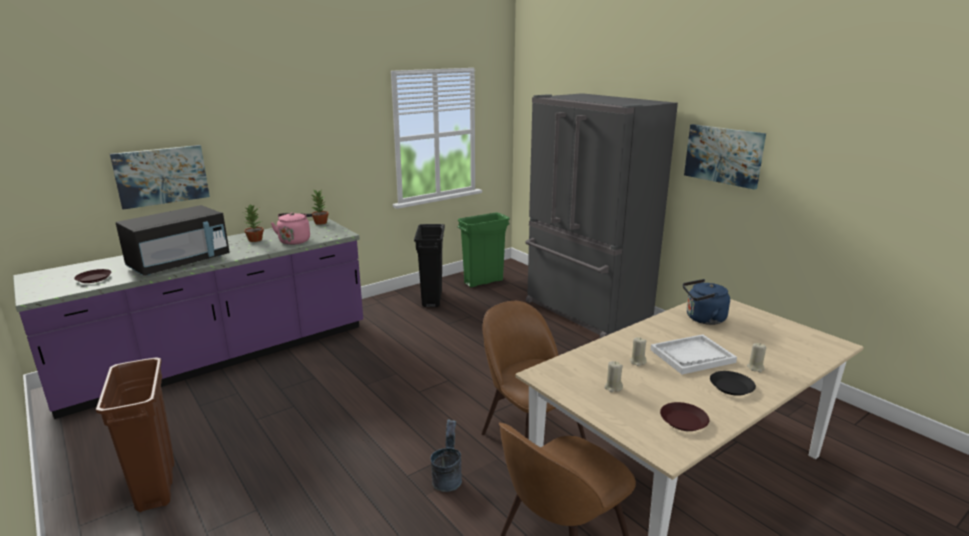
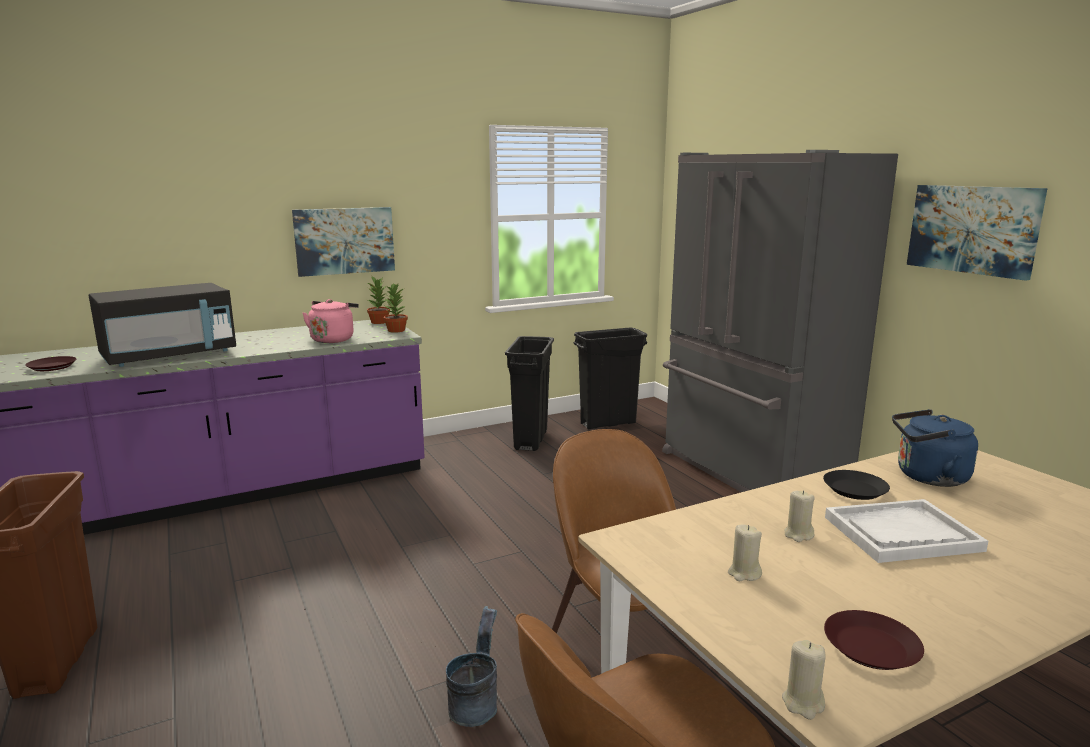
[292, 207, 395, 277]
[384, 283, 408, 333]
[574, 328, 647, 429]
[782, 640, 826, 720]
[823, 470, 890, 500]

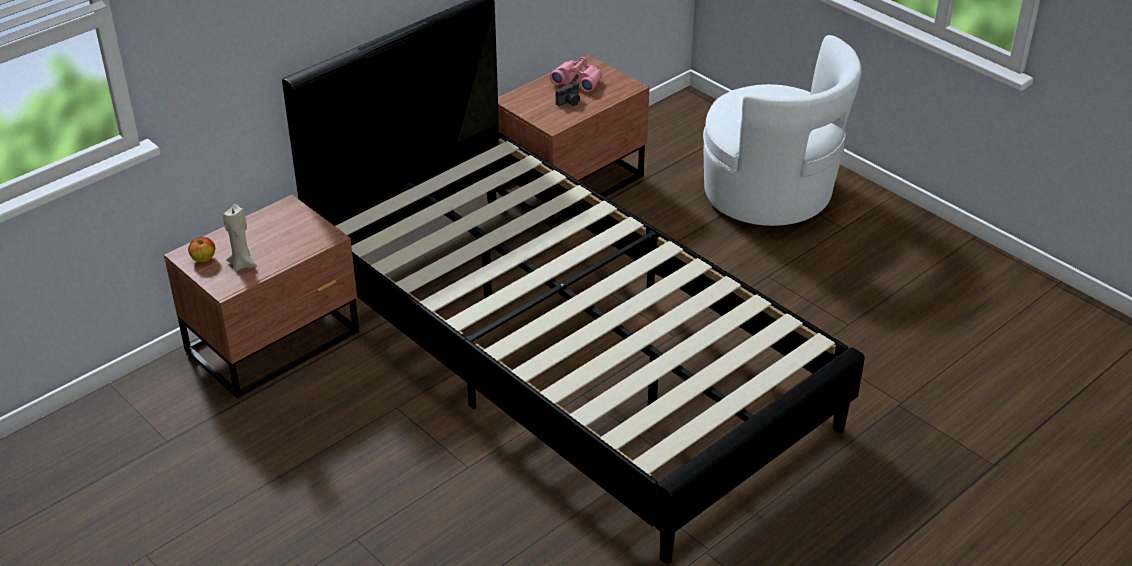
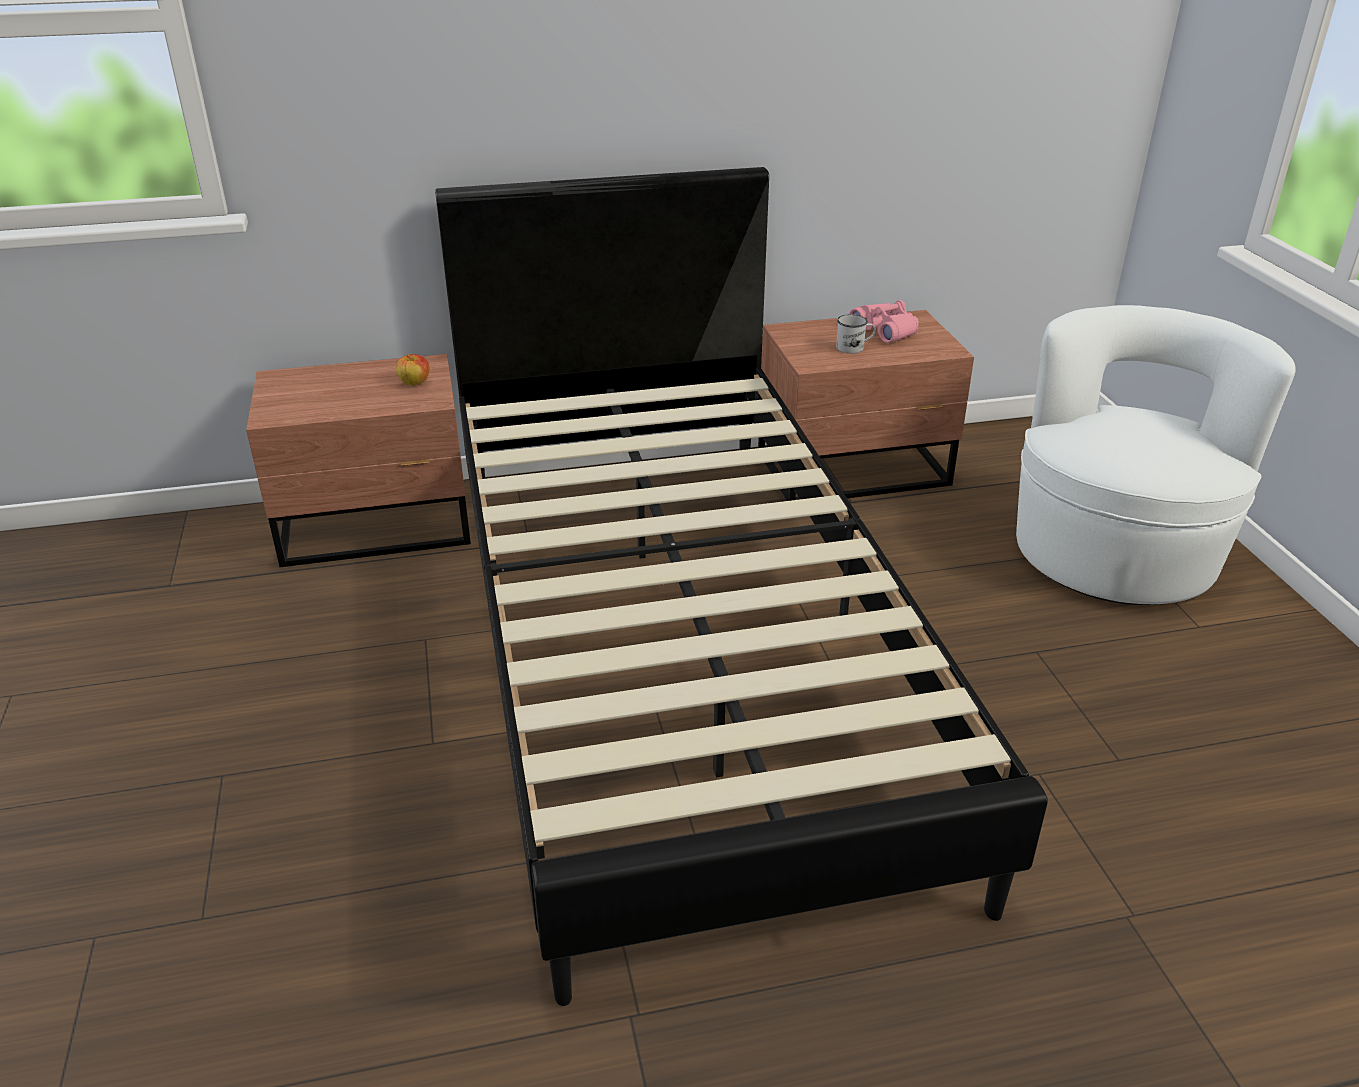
[396, 354, 429, 386]
[836, 314, 876, 354]
[1016, 305, 1295, 605]
[223, 204, 257, 271] (first image)

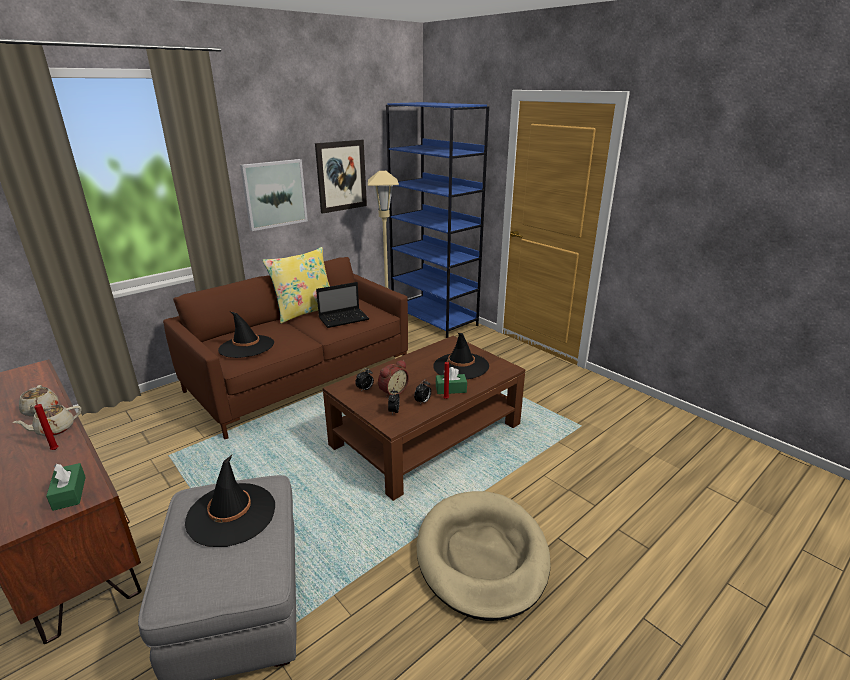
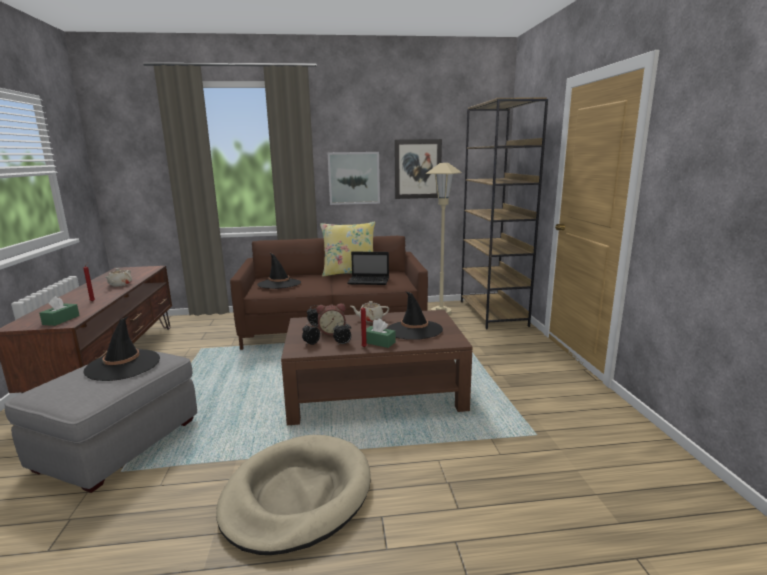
[351, 301, 389, 322]
[461, 98, 548, 329]

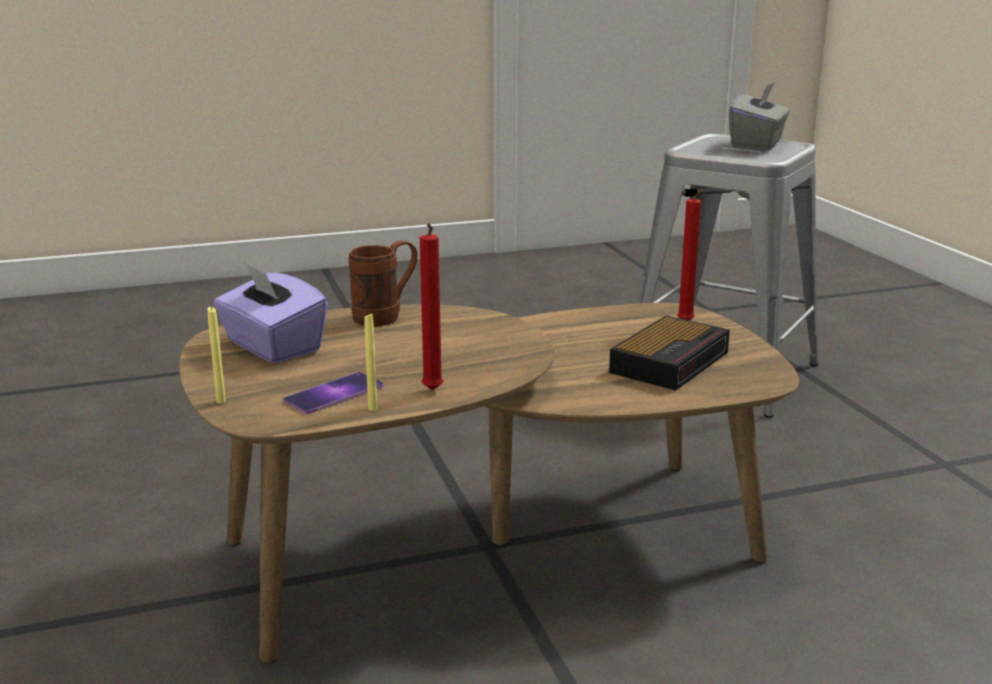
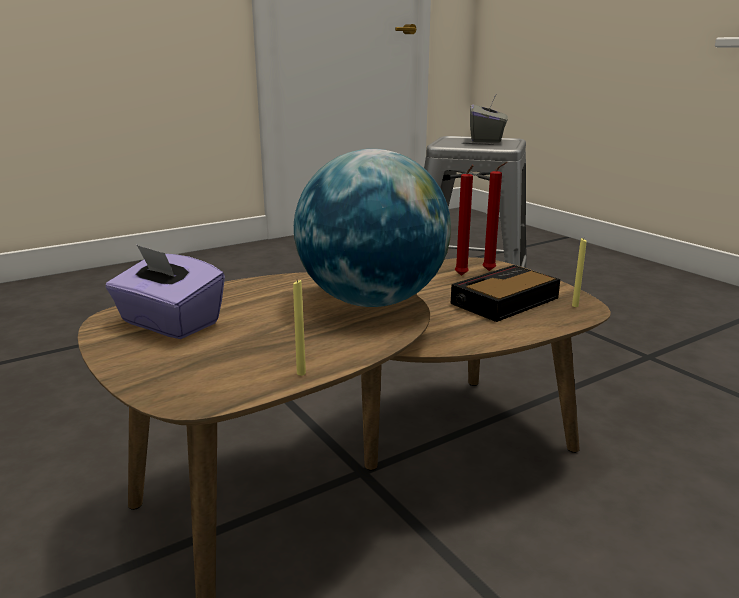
[294, 149, 451, 307]
[451, 265, 560, 322]
[455, 165, 474, 276]
[572, 238, 586, 307]
[283, 372, 384, 414] (first image)
[349, 240, 418, 326] (first image)

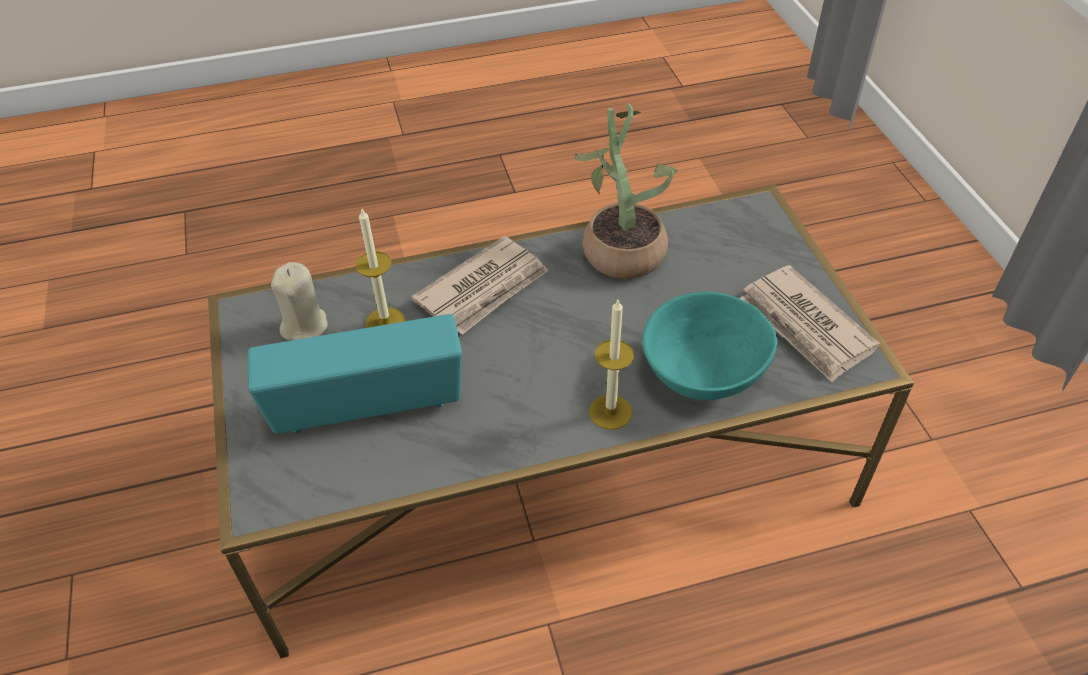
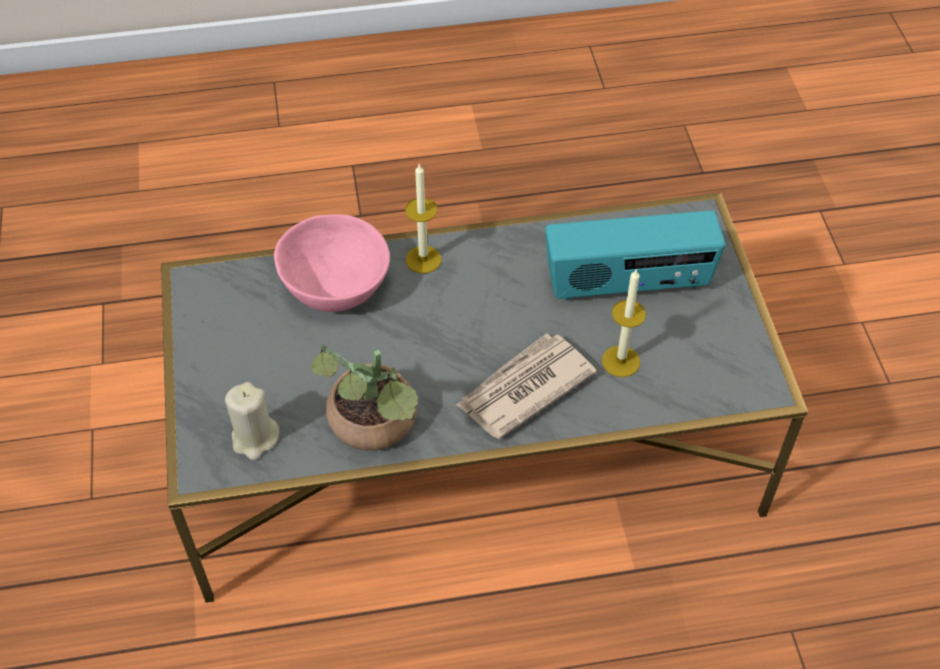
[225, 382, 279, 460]
[274, 214, 390, 312]
[739, 265, 880, 382] (first image)

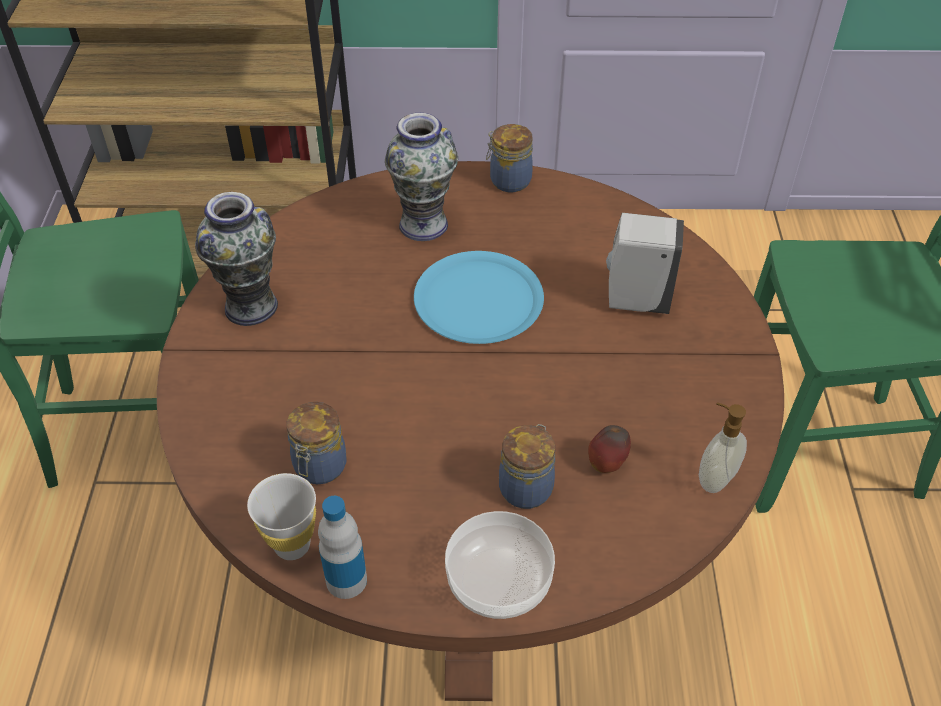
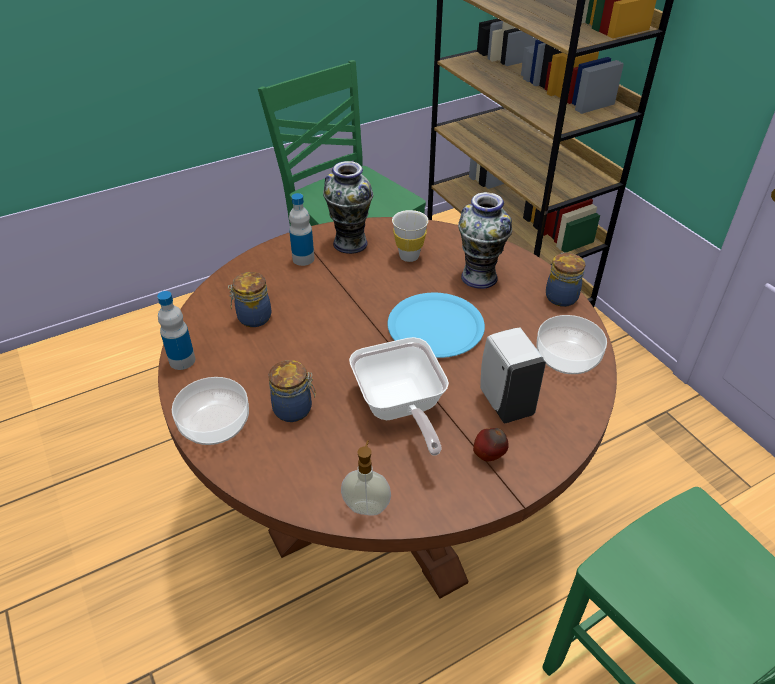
[289, 193, 314, 266]
[349, 337, 449, 456]
[392, 210, 429, 262]
[473, 428, 509, 461]
[537, 315, 607, 374]

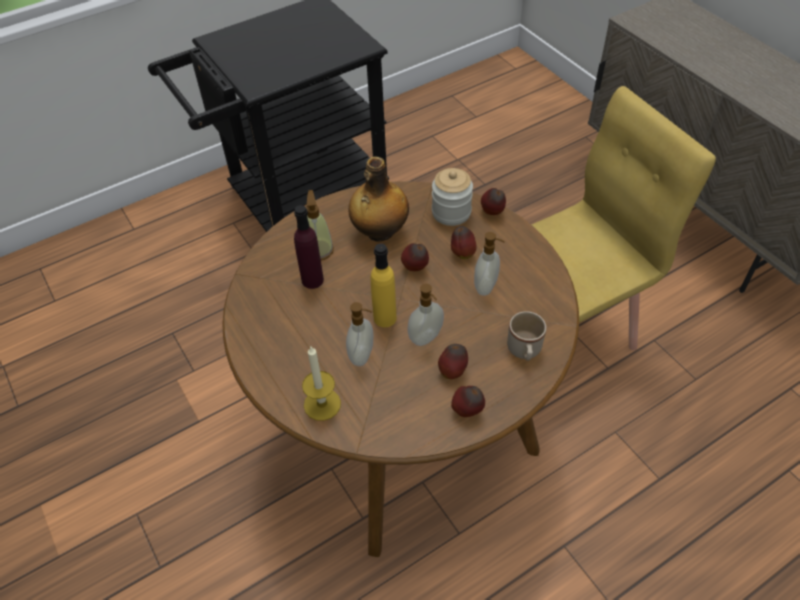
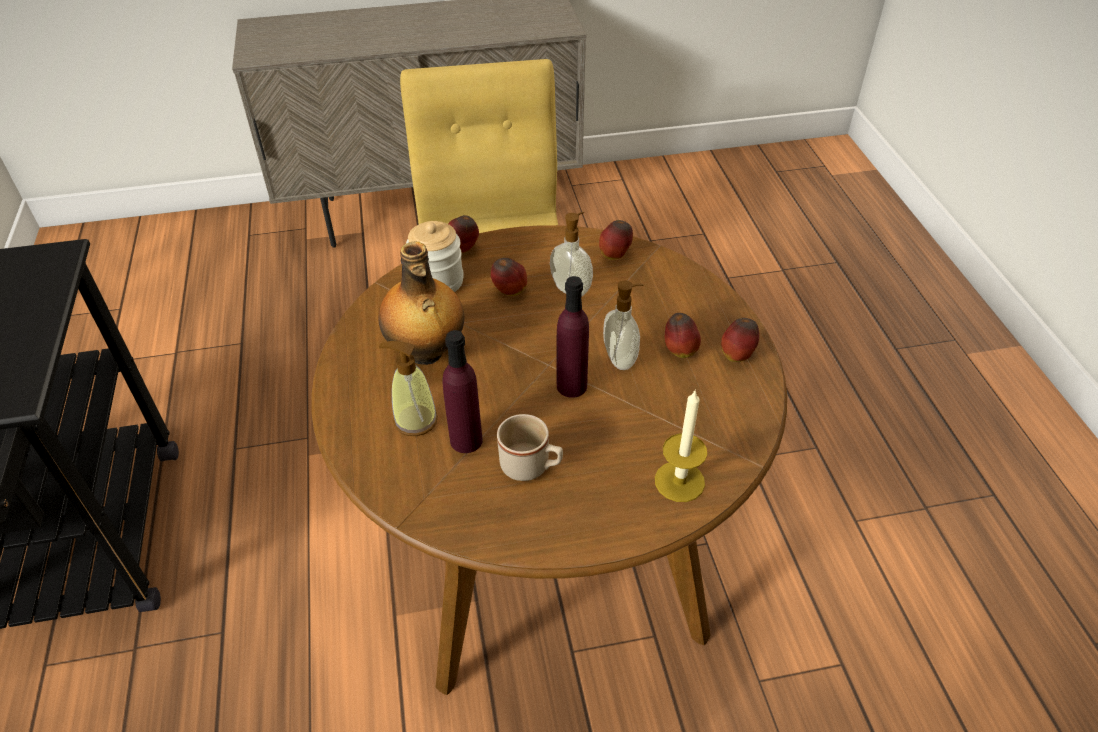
[497, 414, 563, 481]
[556, 276, 589, 398]
[599, 220, 633, 260]
[346, 302, 373, 366] (first image)

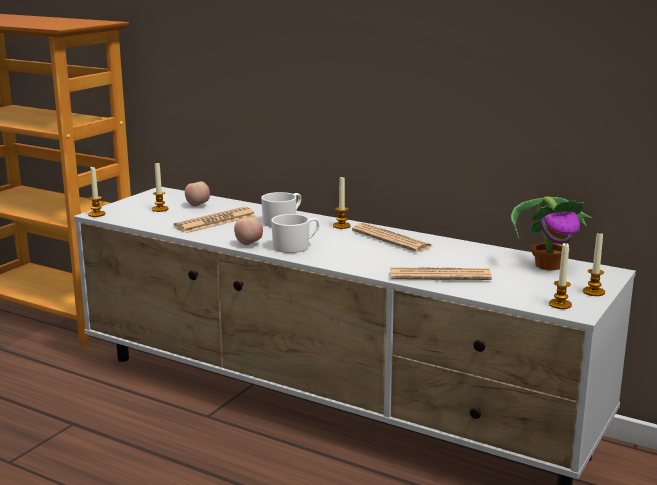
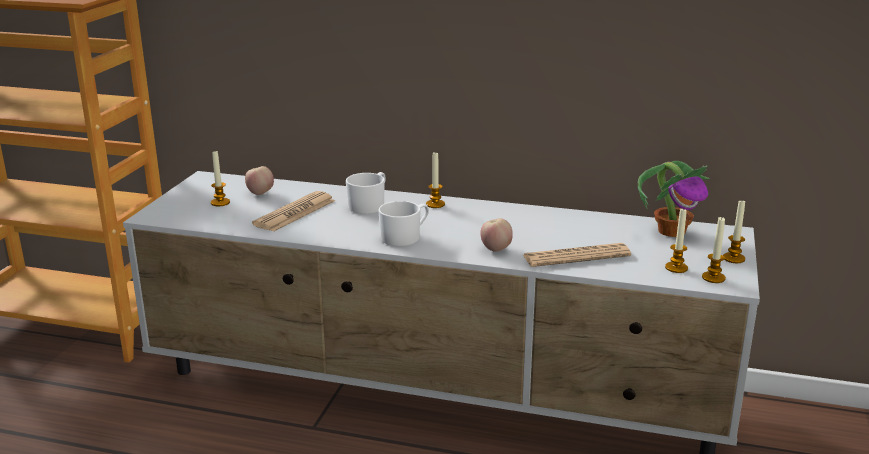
[480, 218, 513, 252]
[665, 207, 688, 273]
[352, 223, 433, 252] (first image)

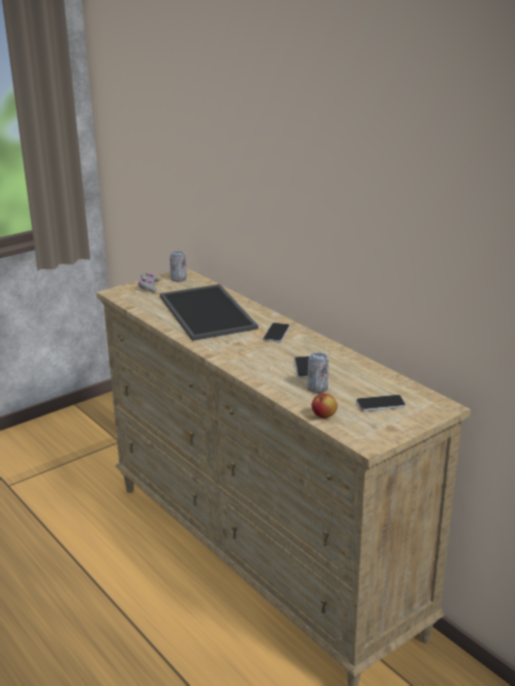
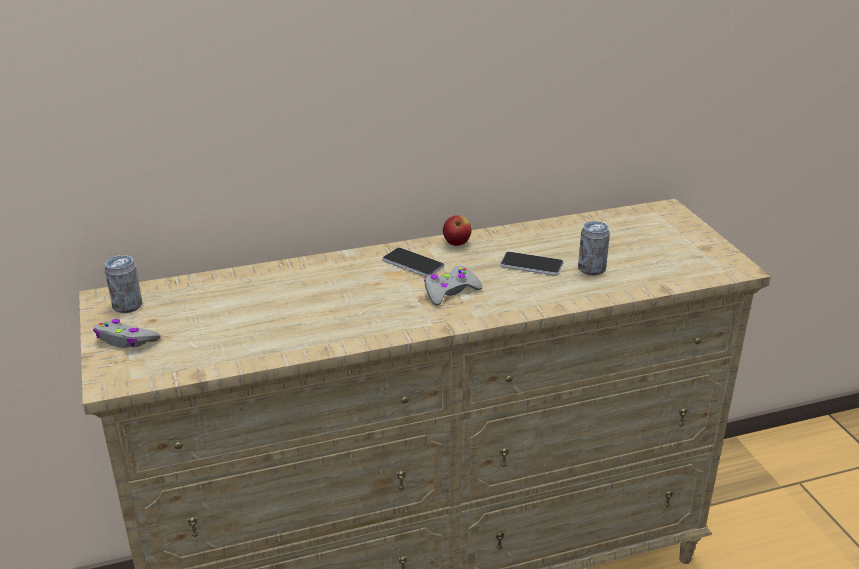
[424, 265, 482, 306]
[443, 215, 472, 246]
[160, 284, 258, 341] (first image)
[356, 395, 406, 411] (first image)

